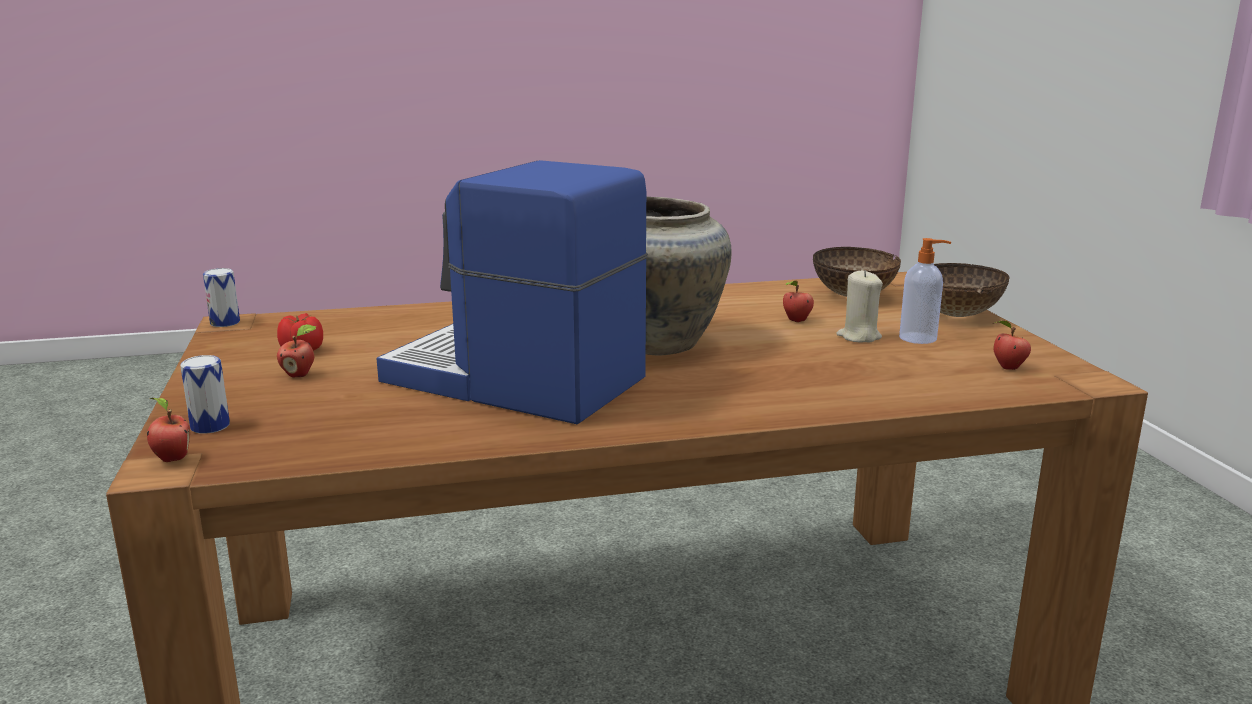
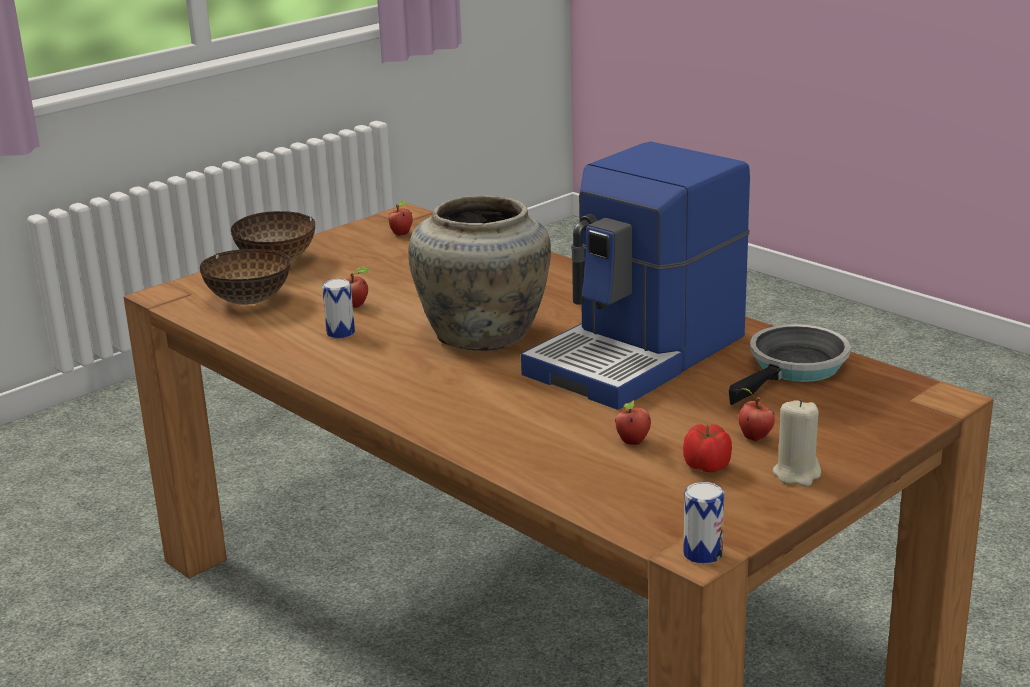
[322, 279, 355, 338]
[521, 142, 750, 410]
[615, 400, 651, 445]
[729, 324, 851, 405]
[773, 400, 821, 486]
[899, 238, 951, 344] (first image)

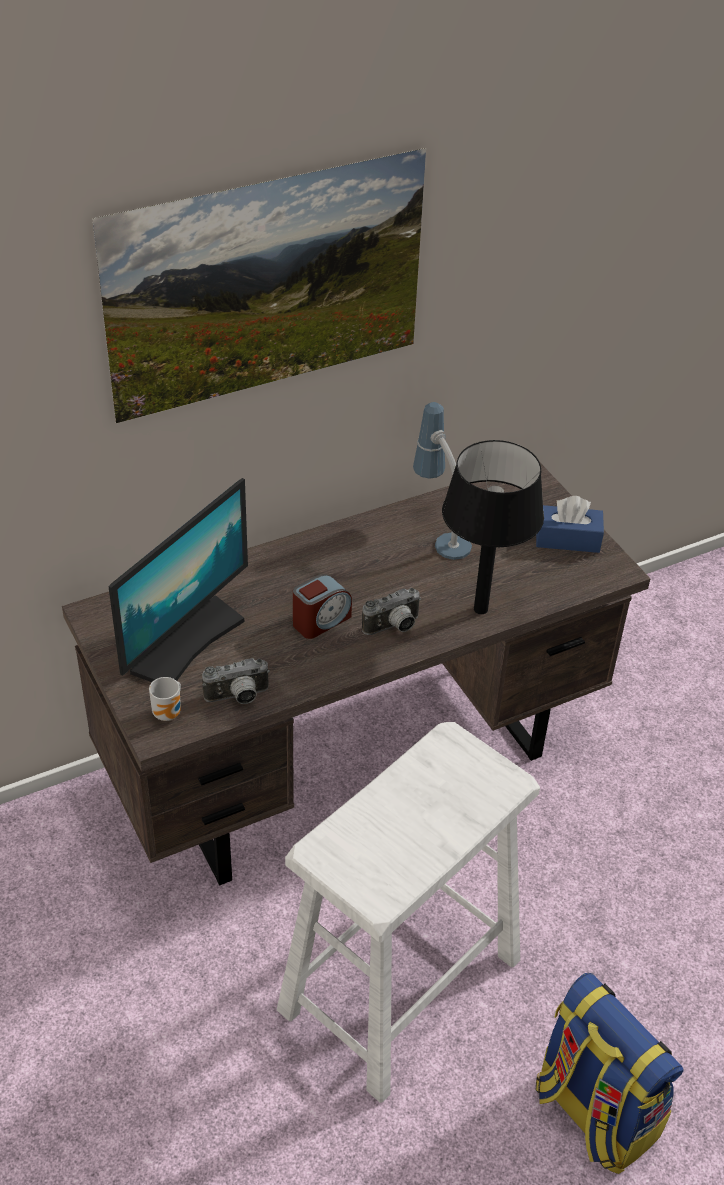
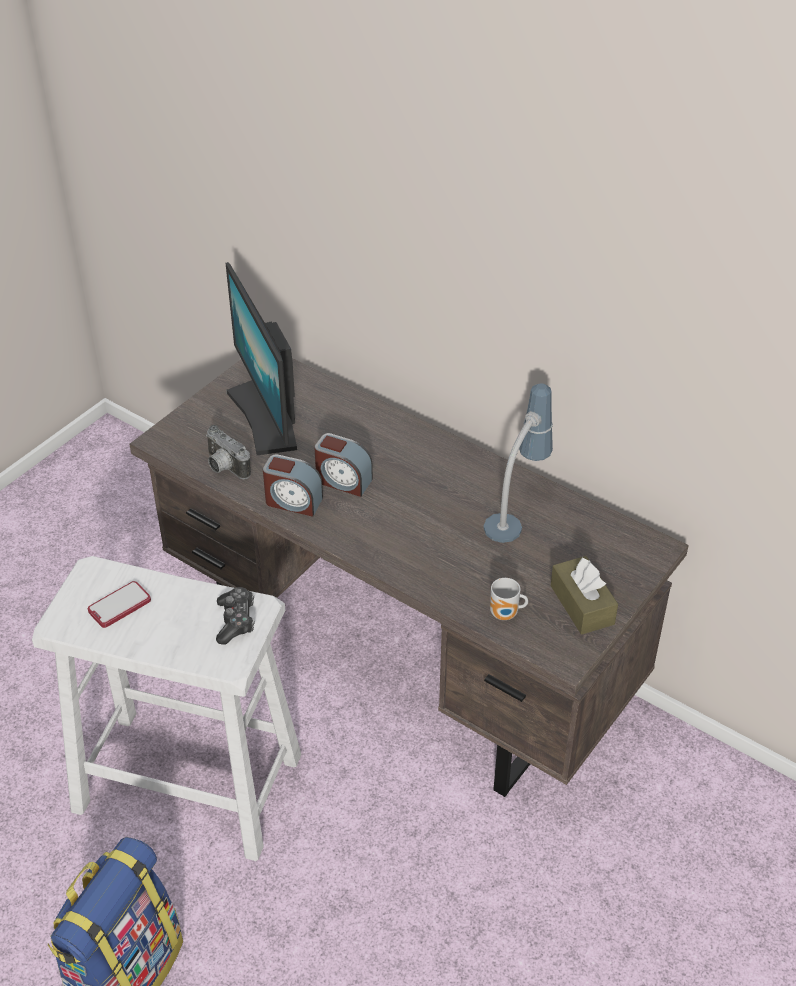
[88, 581, 151, 628]
[216, 587, 254, 645]
[226, 262, 297, 455]
[263, 454, 323, 517]
[490, 578, 528, 620]
[551, 556, 618, 635]
[92, 148, 426, 423] (first image)
[362, 588, 421, 635] (first image)
[442, 440, 544, 614] (first image)

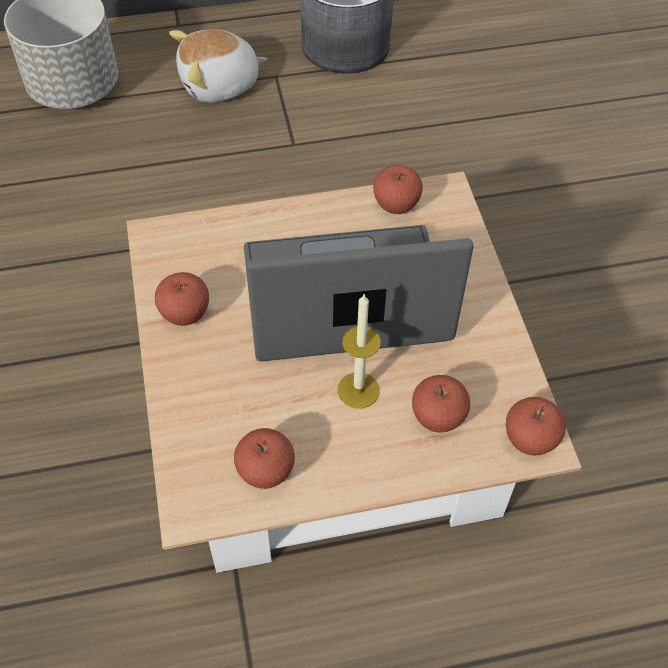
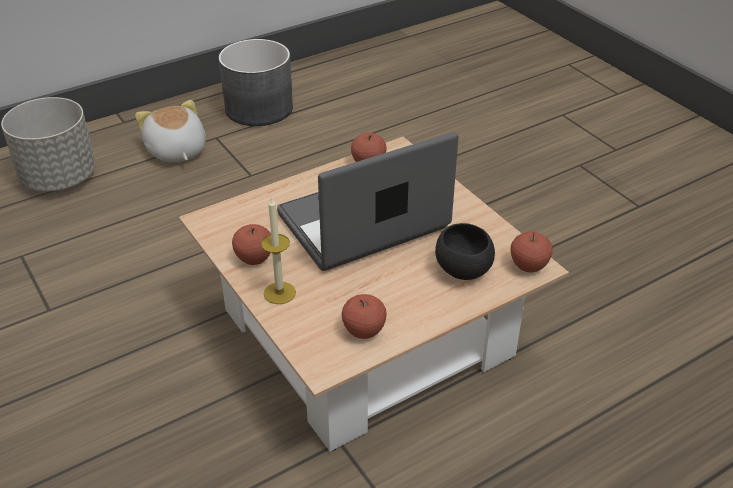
[135, 100, 206, 162]
[261, 196, 296, 304]
[435, 223, 495, 280]

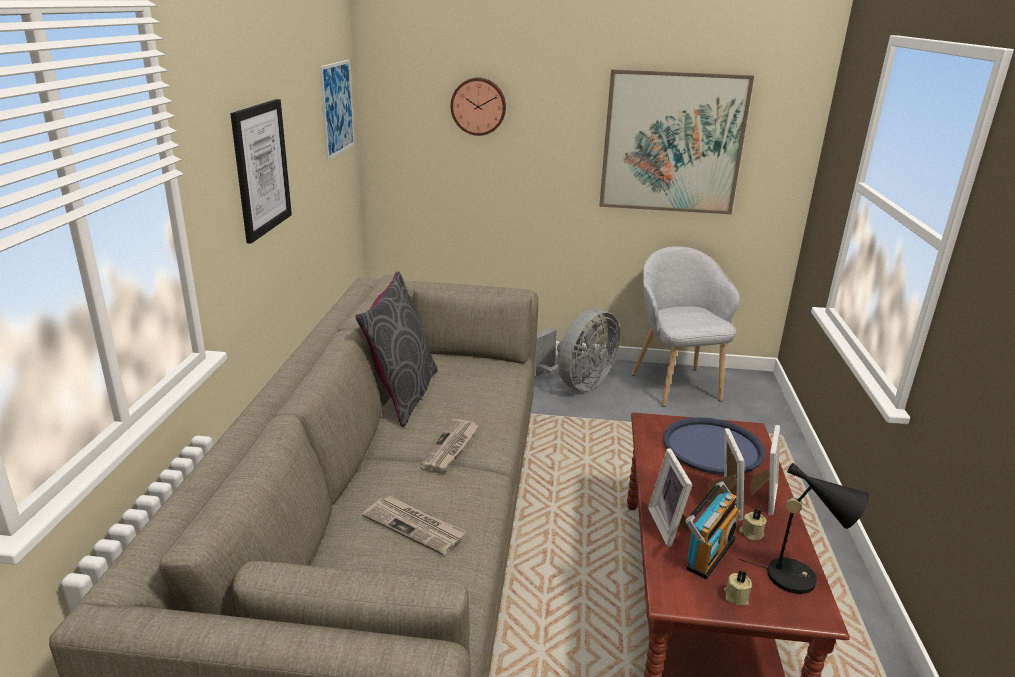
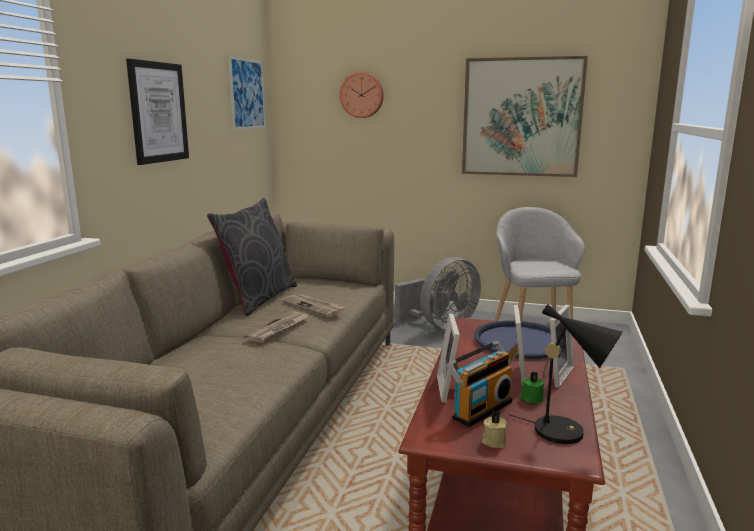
[281, 294, 346, 317]
[519, 372, 544, 403]

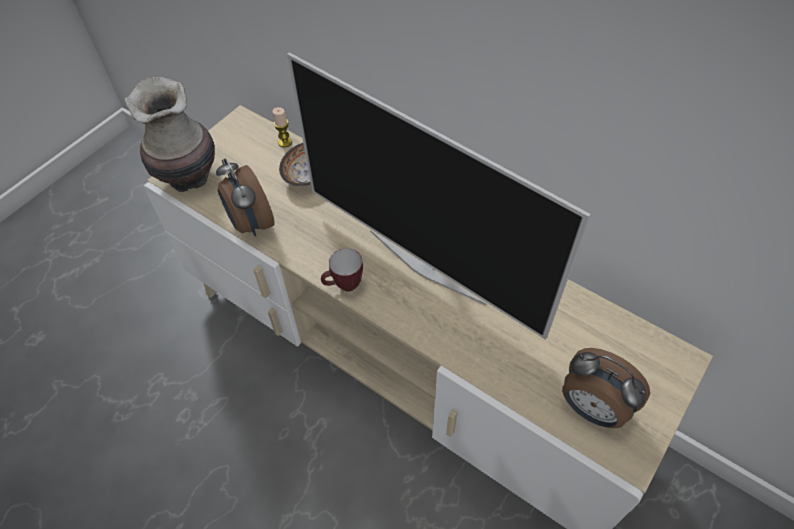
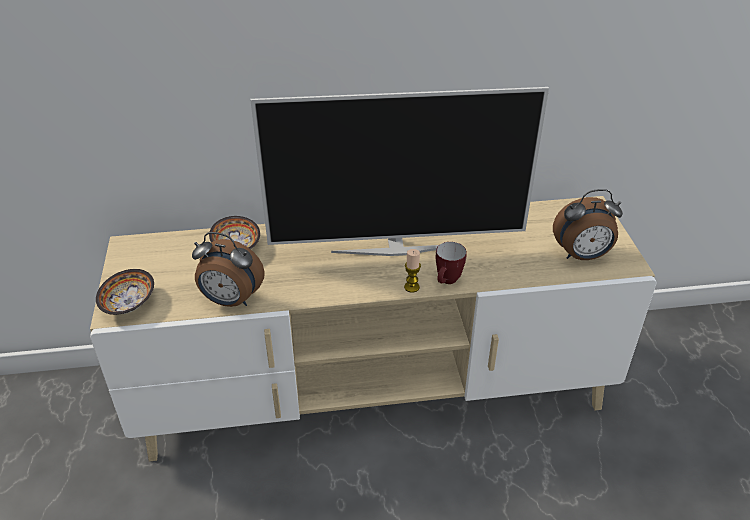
[96, 269, 154, 315]
[404, 249, 421, 293]
[436, 242, 467, 284]

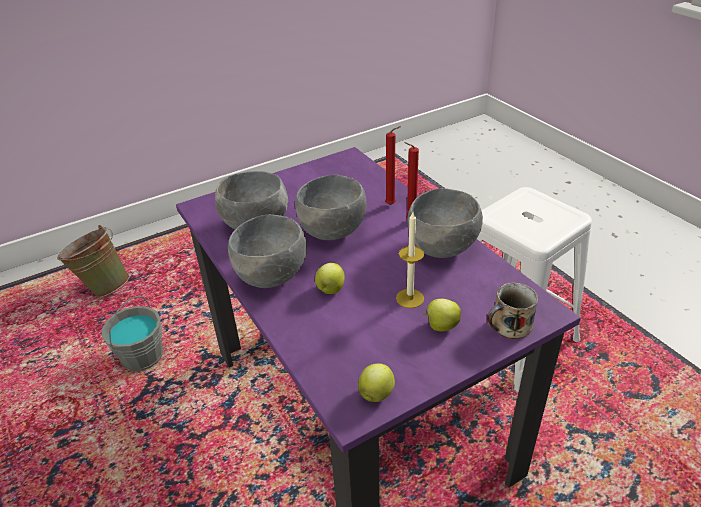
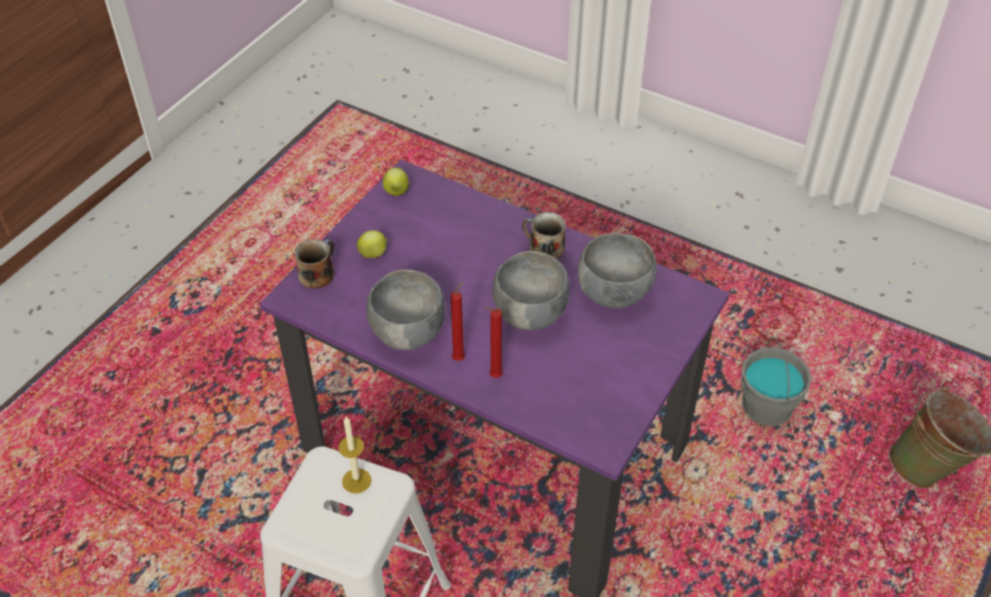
[338, 416, 371, 494]
[522, 212, 566, 259]
[315, 263, 345, 294] (first image)

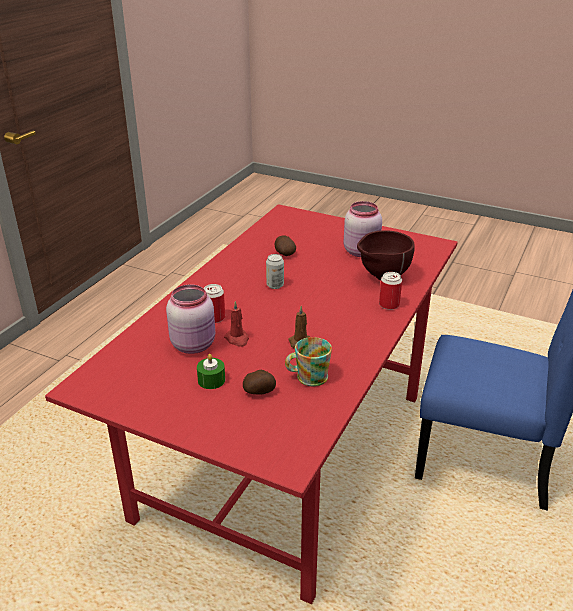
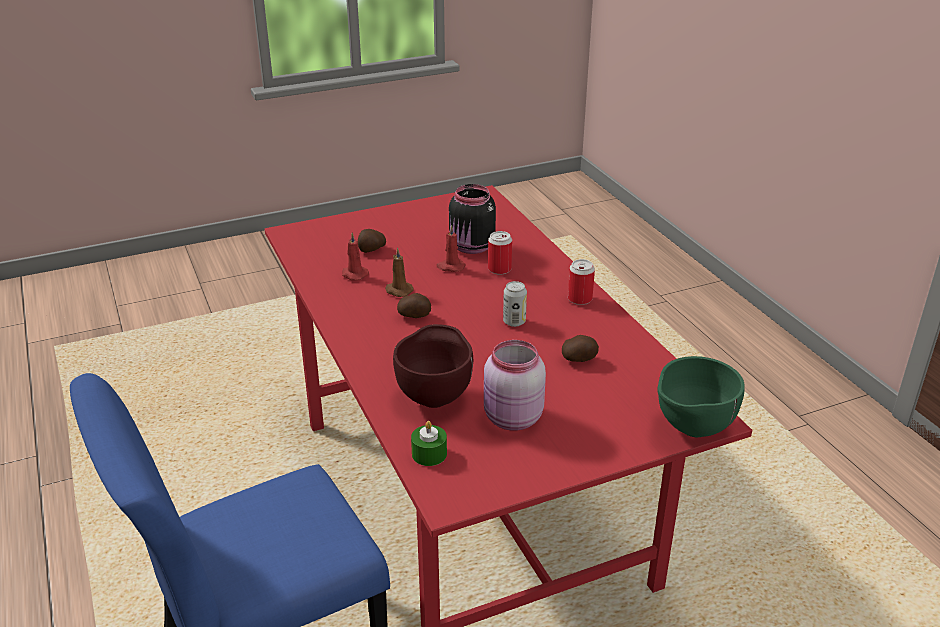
[342, 233, 369, 281]
[397, 293, 431, 318]
[411, 421, 447, 466]
[449, 184, 496, 254]
[568, 259, 595, 305]
[657, 356, 745, 437]

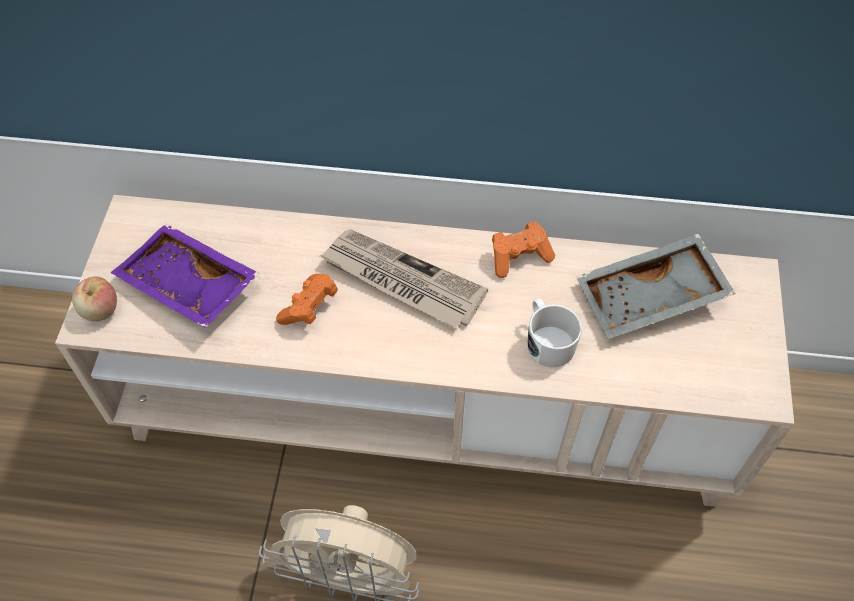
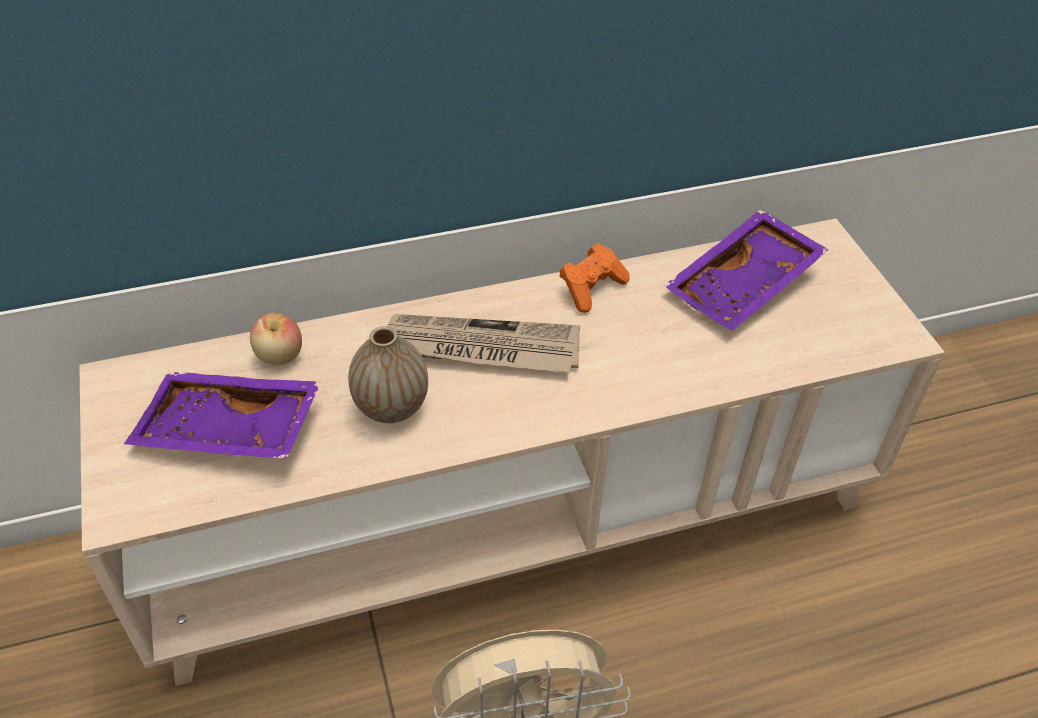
[250, 313, 302, 365]
[348, 326, 428, 423]
[664, 210, 829, 331]
[527, 298, 582, 367] (first image)

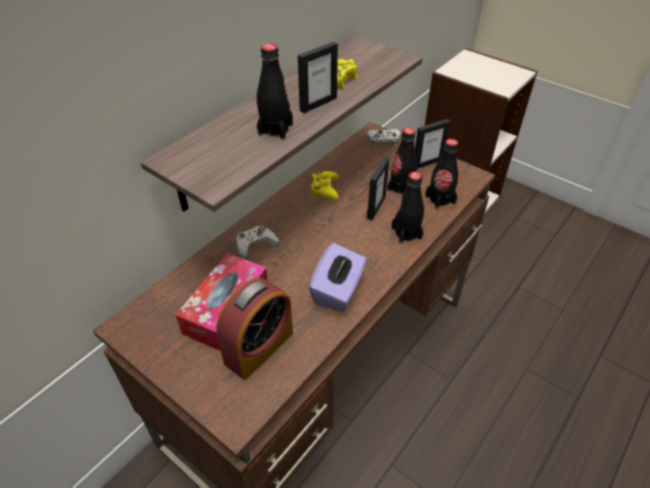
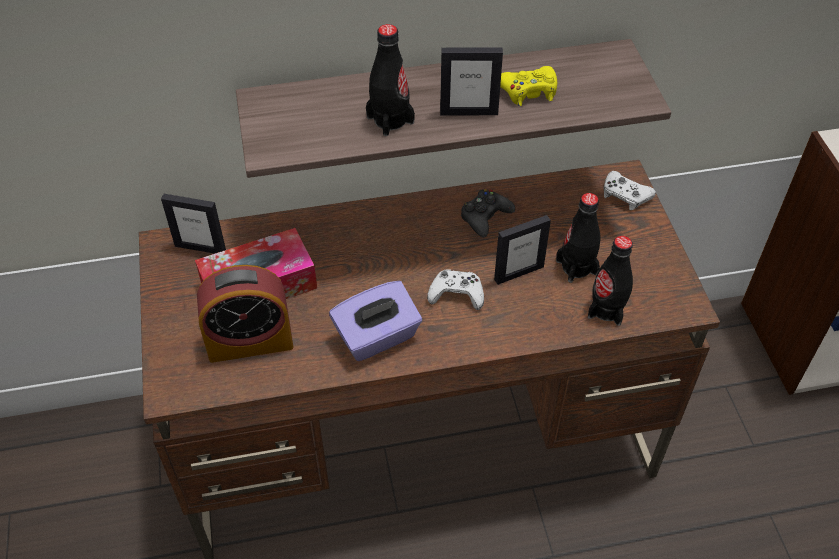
[161, 194, 226, 254]
[427, 269, 484, 310]
[461, 189, 515, 237]
[392, 172, 424, 244] (first image)

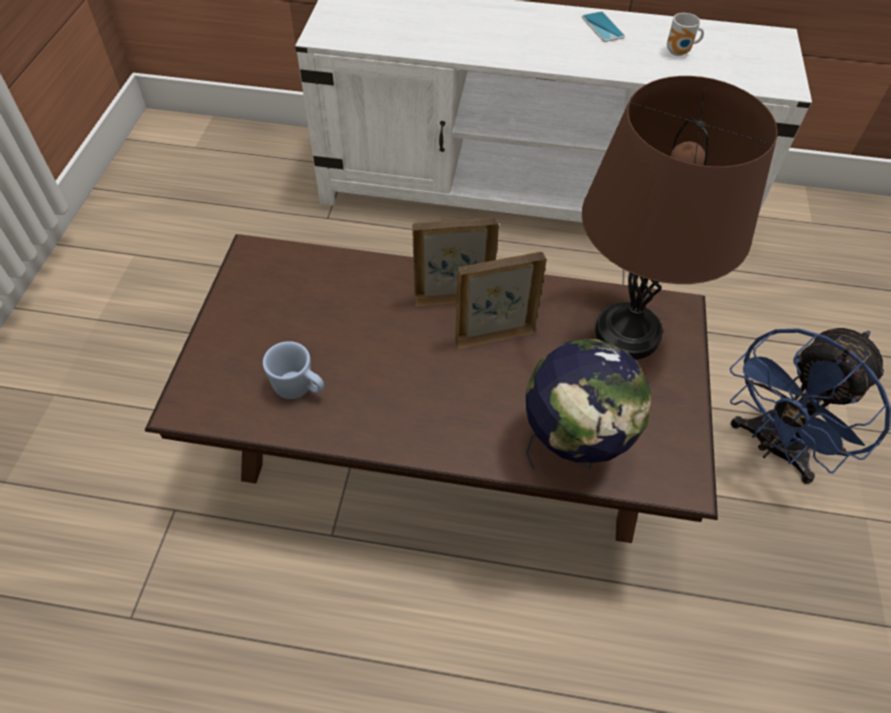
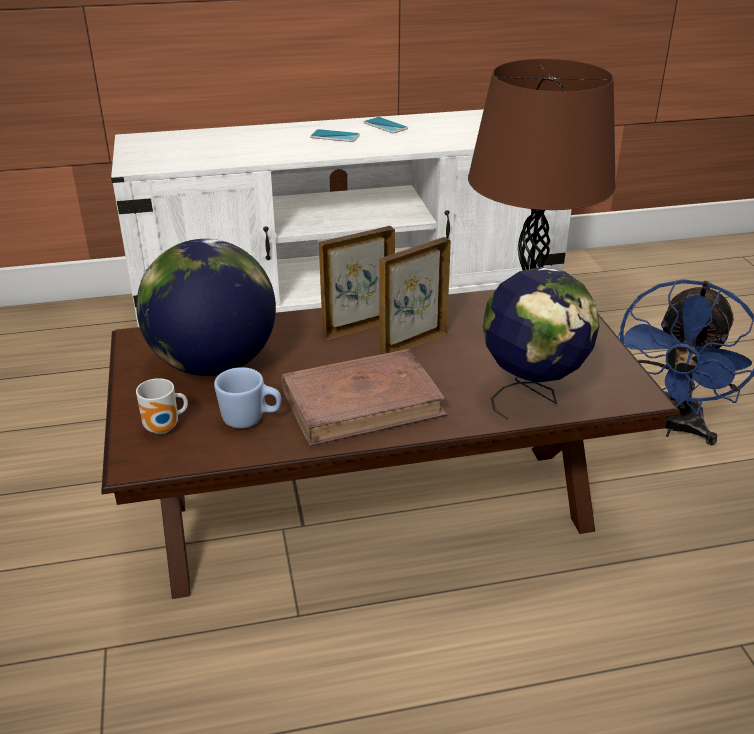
[136, 239, 276, 376]
[136, 378, 188, 434]
[281, 349, 448, 446]
[310, 129, 360, 142]

